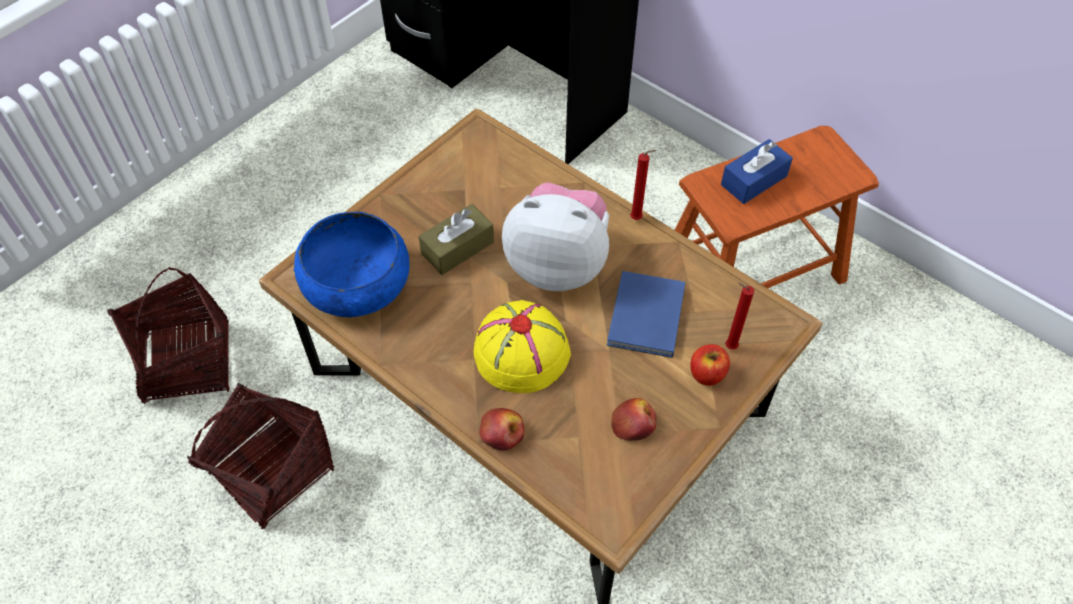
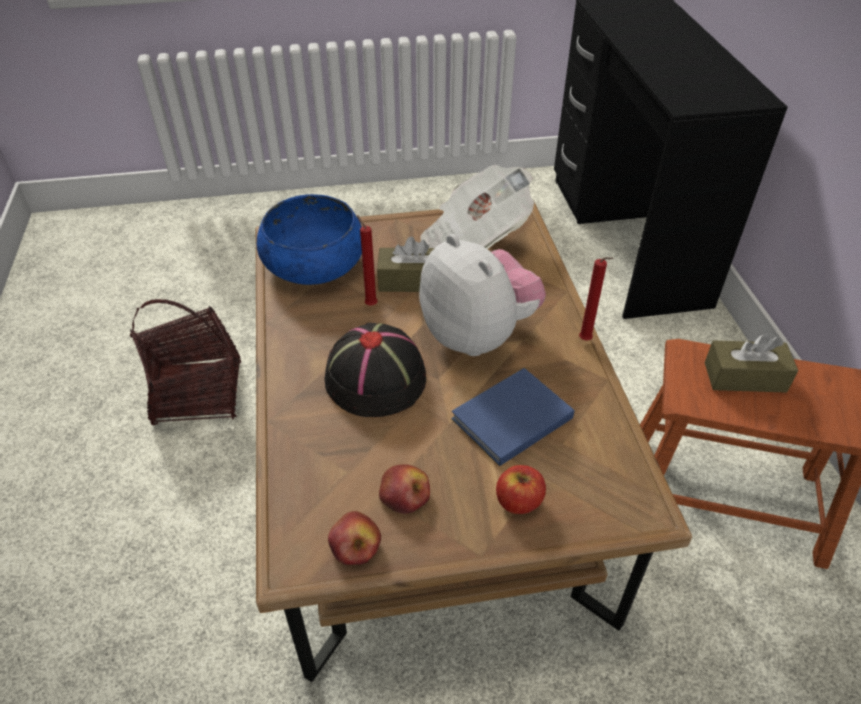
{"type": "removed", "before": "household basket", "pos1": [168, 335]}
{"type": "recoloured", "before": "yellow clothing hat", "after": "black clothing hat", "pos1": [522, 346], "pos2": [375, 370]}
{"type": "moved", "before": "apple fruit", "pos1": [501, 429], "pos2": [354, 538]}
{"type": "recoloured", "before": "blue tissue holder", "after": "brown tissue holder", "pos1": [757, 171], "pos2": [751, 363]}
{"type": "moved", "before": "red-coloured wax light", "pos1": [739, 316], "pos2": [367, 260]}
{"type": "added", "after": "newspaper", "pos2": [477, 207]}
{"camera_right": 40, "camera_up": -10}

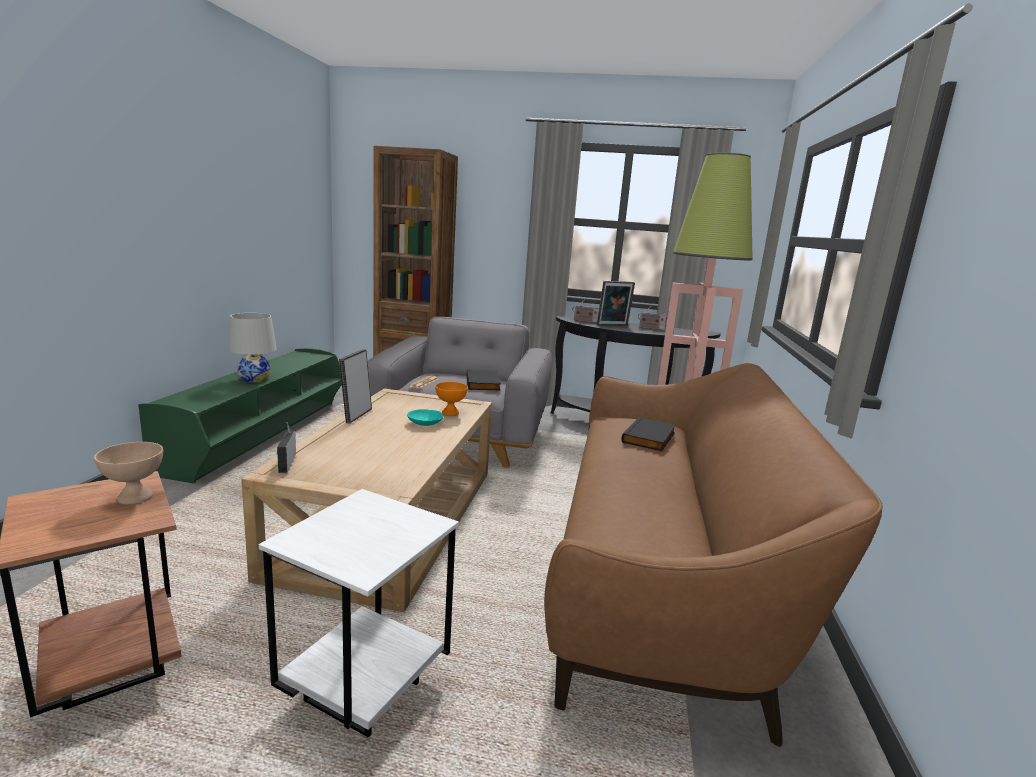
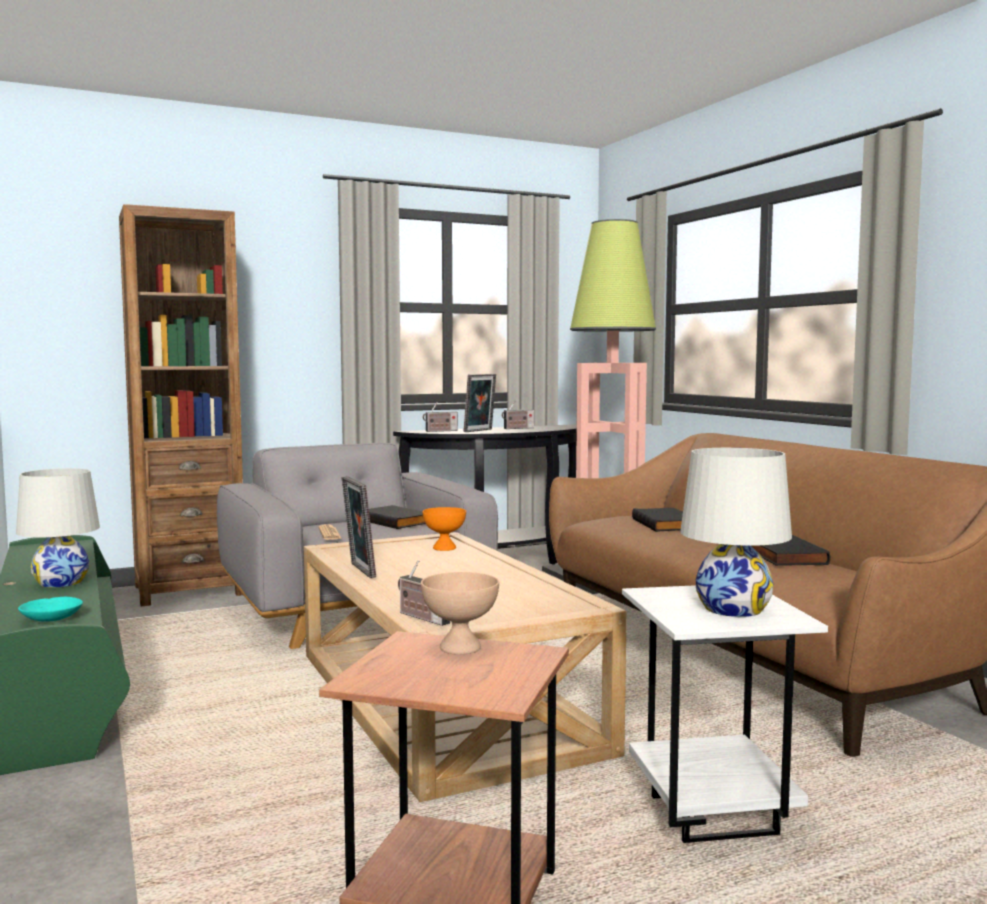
{"type": "moved", "before": "turquoise bowl", "pos1": [425, 417], "pos2": [50, 609]}
{"type": "added", "after": "white tabletop lamp", "pos2": [736, 532]}
{"type": "added", "after": "black volume", "pos2": [791, 550]}
{"camera_right": -35, "camera_up": -10}

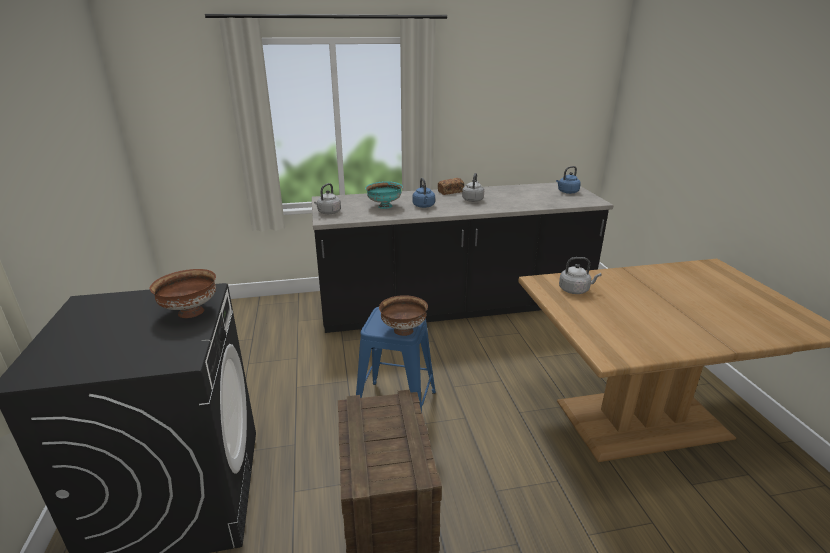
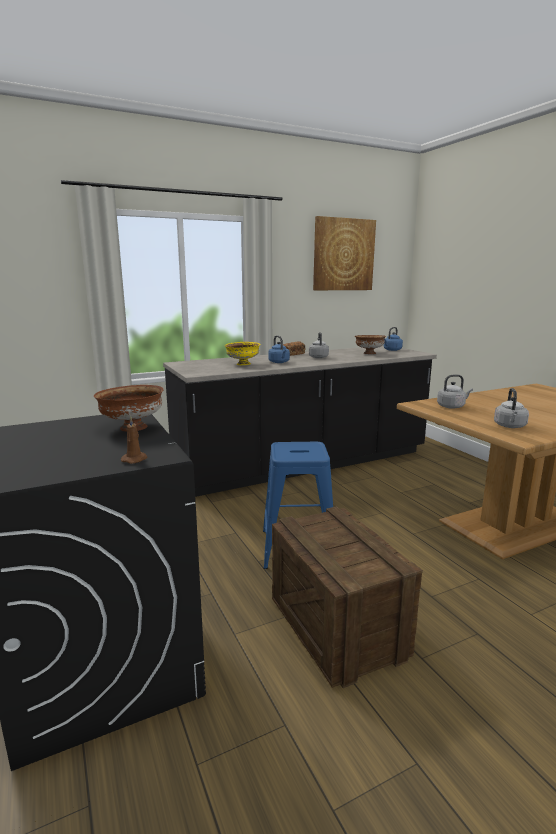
{"type": "moved", "before": "grey water kettle", "pos1": [327, 198], "pos2": [511, 408]}
{"type": "recoloured", "before": "turquoise bowl", "after": "yellow bowl", "pos1": [384, 195], "pos2": [242, 353]}
{"type": "moved", "before": "brown bowl", "pos1": [403, 315], "pos2": [370, 344]}
{"type": "added", "after": "brown wax light", "pos2": [134, 440]}
{"type": "added", "after": "wall picture", "pos2": [344, 253]}
{"camera_right": -15, "camera_up": -10}

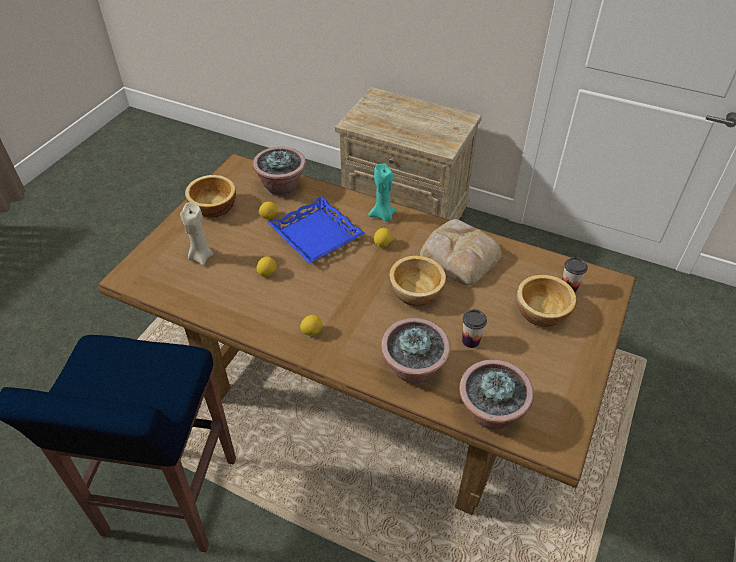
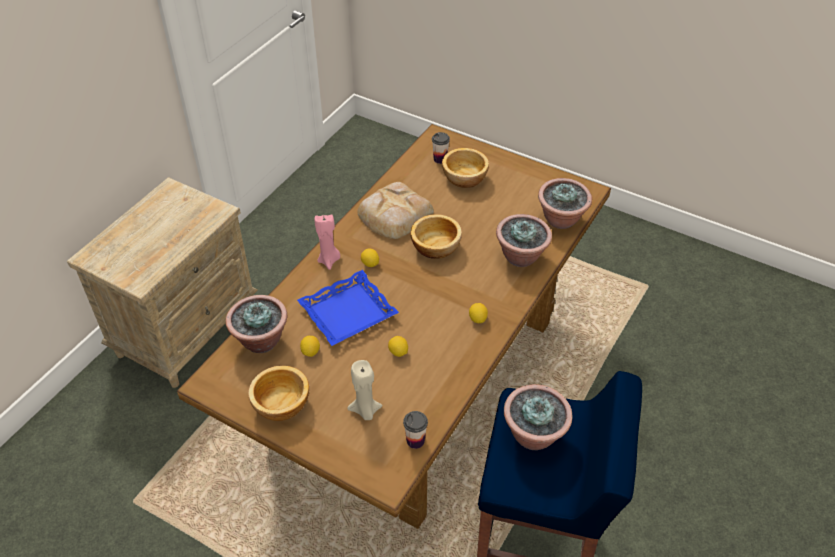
{"type": "recoloured", "before": "turquoise wax light", "after": "pinkish wax light", "pos1": [382, 192], "pos2": [327, 242]}
{"type": "moved", "before": "drinking cup", "pos1": [474, 328], "pos2": [415, 430]}
{"type": "added", "after": "houseplant", "pos2": [538, 417]}
{"camera_right": -85, "camera_up": 0}

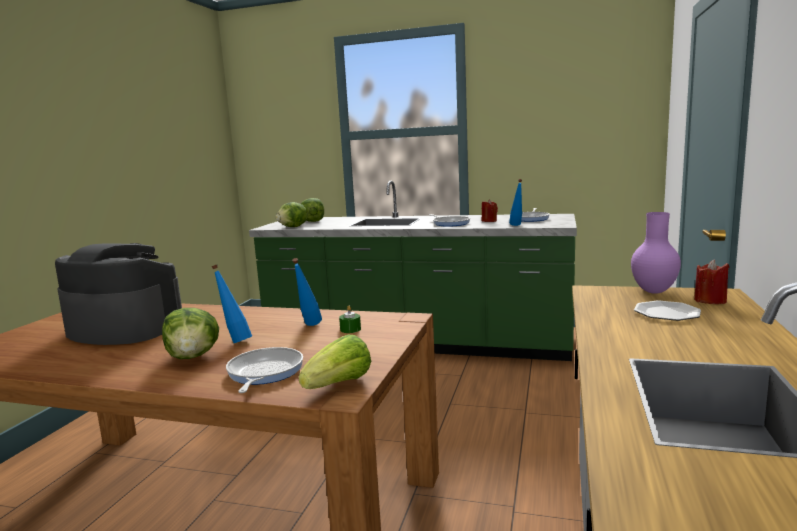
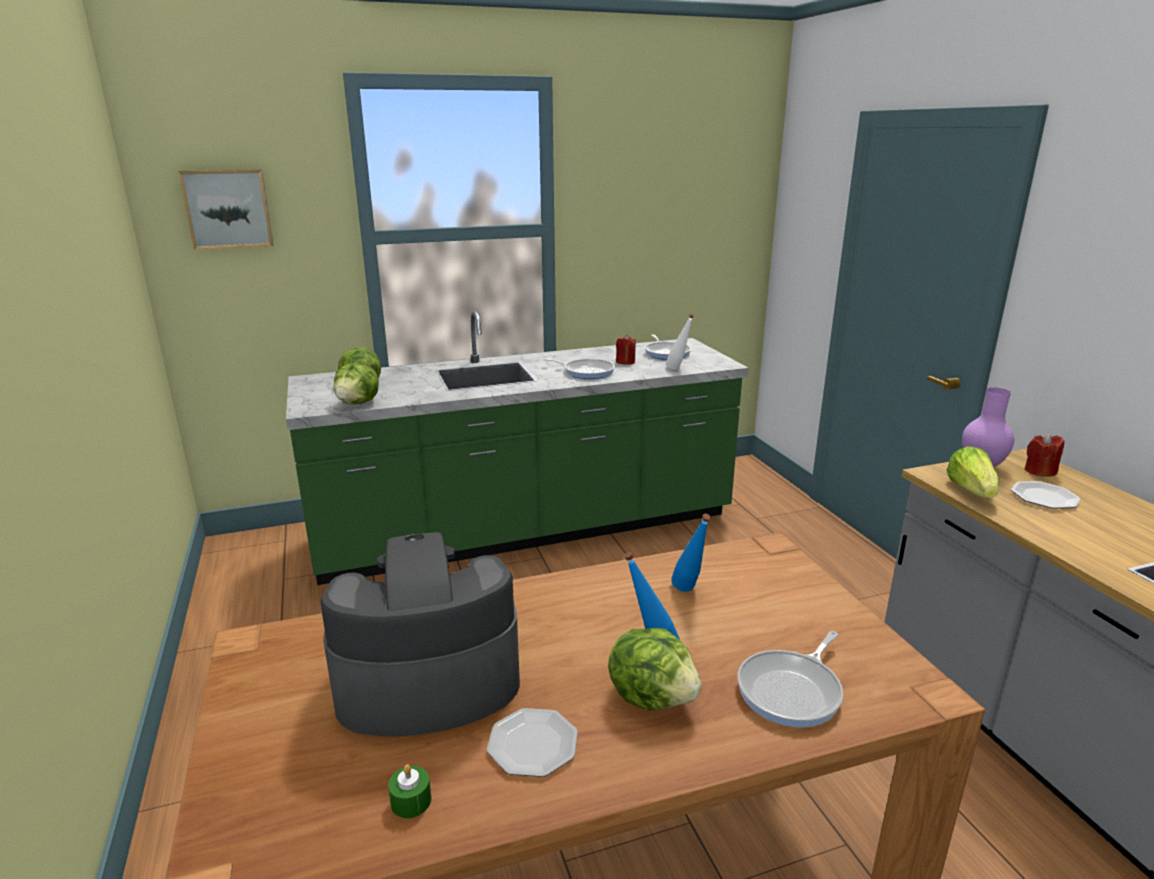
{"type": "turned", "before": "pan", "pos1": [264, 370], "pos2": [790, 679], "turn": -105}
{"type": "moved", "before": "lettuce", "pos1": [335, 362], "pos2": [972, 472]}
{"type": "moved", "before": "green wax light", "pos1": [350, 319], "pos2": [409, 791]}
{"type": "recoloured", "before": "blue bottle", "after": "white bottle", "pos1": [515, 202], "pos2": [680, 342]}
{"type": "added", "after": "wall picture", "pos2": [226, 209]}
{"type": "added", "after": "flat dish", "pos2": [532, 742]}
{"camera_right": -35, "camera_up": 10}

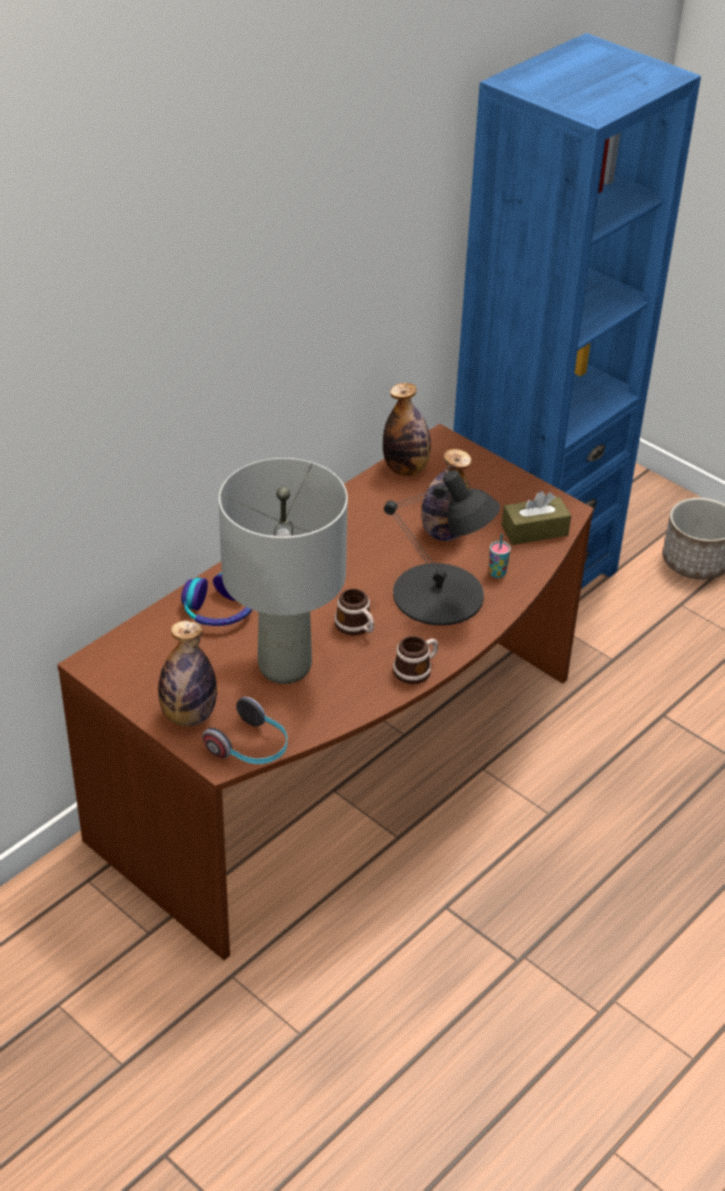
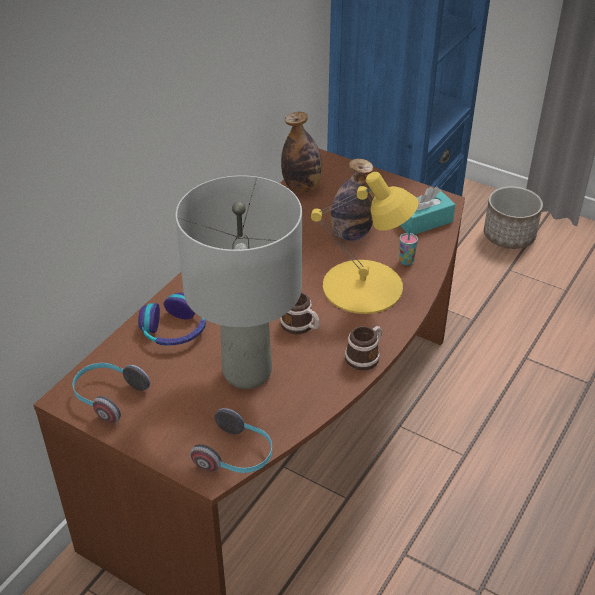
{"type": "removed", "before": "bottle", "pos1": [187, 673]}
{"type": "recoloured", "before": "black tabletop lamp", "after": "yellow tabletop lamp", "pos1": [442, 547], "pos2": [365, 243]}
{"type": "recoloured", "before": "brown tissue holder", "after": "turquoise tissue holder", "pos1": [536, 518], "pos2": [428, 210]}
{"type": "added", "after": "pair of headphones", "pos2": [111, 393]}
{"camera_right": -10, "camera_up": 0}

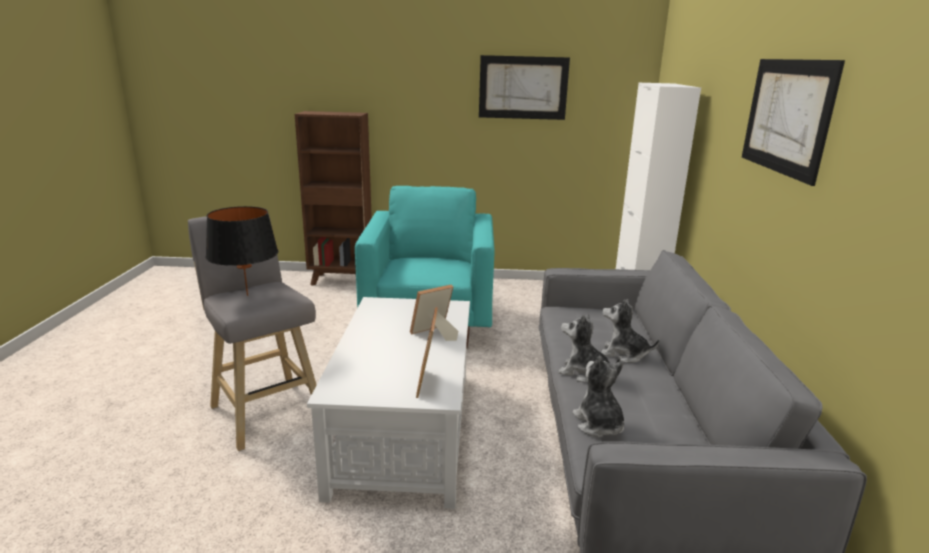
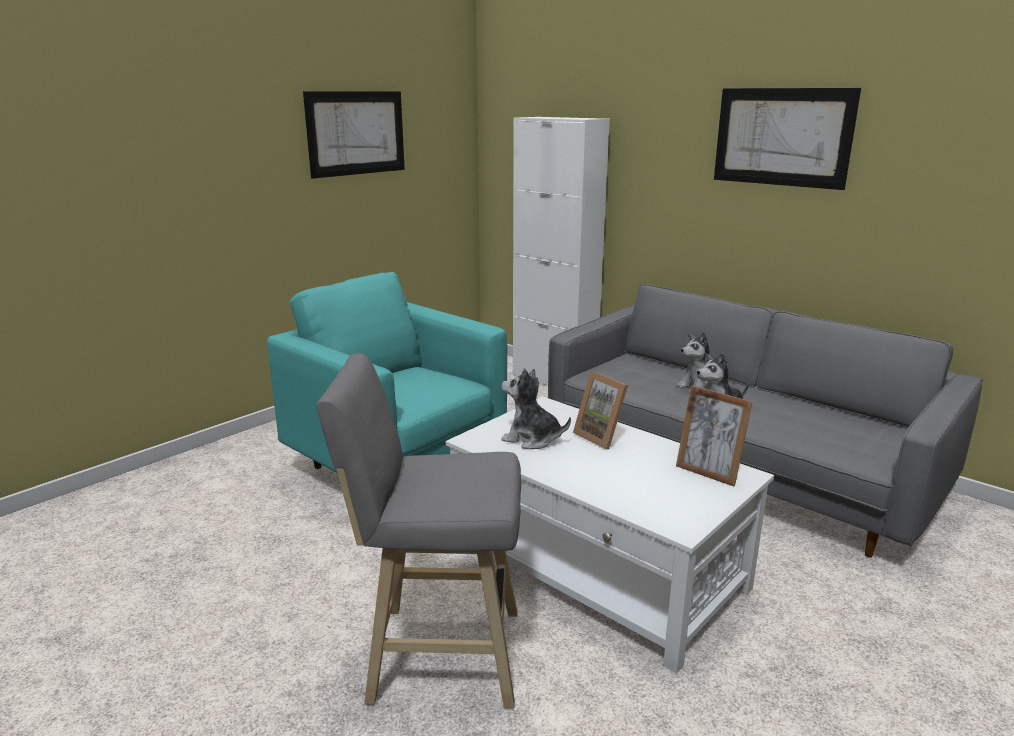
{"type": "removed", "before": "black tabletop lamp", "pos1": [242, 251]}
{"type": "removed", "before": "brown bookshelf", "pos1": [333, 198]}
{"type": "turned", "before": "standing frame", "pos1": [434, 312], "pos2": [600, 410], "turn": -45}
{"type": "moved", "before": "soft toy", "pos1": [598, 396], "pos2": [536, 408]}
{"camera_right": -50, "camera_up": 0}

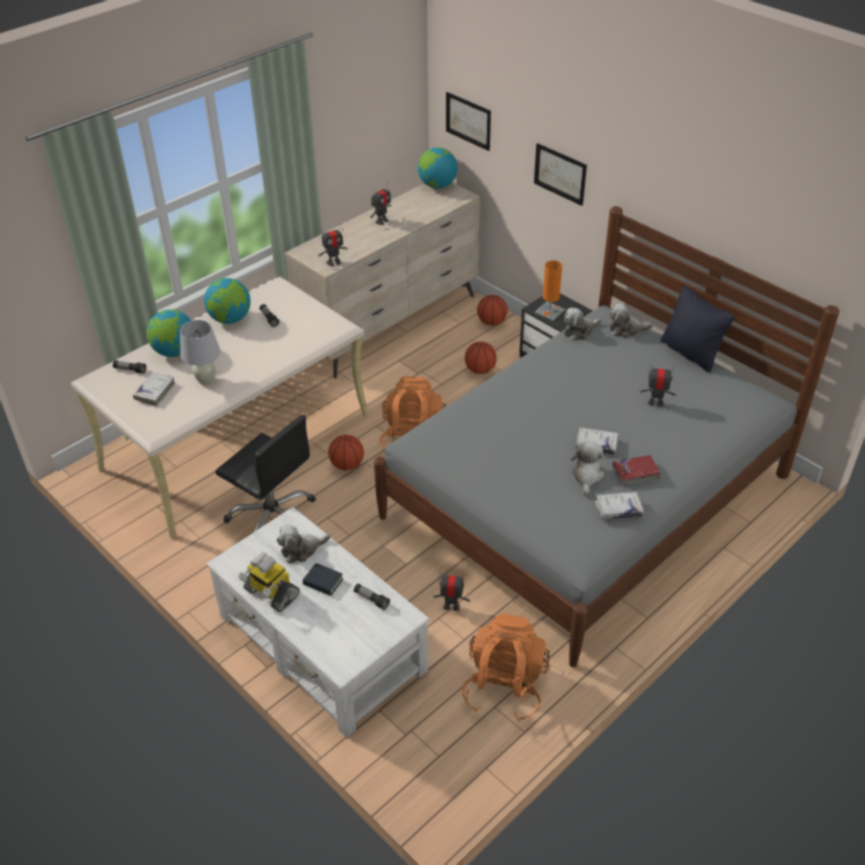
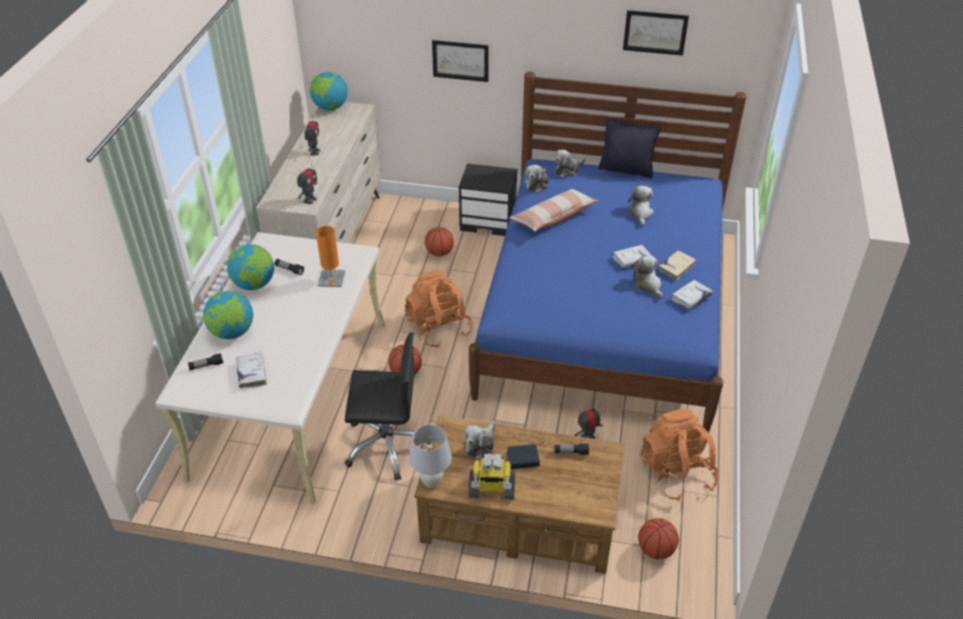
{"type": "moved", "before": "white tabletop lamp", "pos1": [200, 352], "pos2": [430, 456]}
{"type": "recoloured", "before": "white low table", "after": "brown low table", "pos1": [318, 622], "pos2": [519, 495]}
{"type": "recoloured", "before": "grey bed", "after": "blue bed", "pos1": [606, 436], "pos2": [608, 252]}
{"type": "moved", "before": "wall picture", "pos1": [468, 121], "pos2": [656, 33]}
{"type": "moved", "before": "basketball ball", "pos1": [492, 310], "pos2": [658, 538]}
{"type": "moved", "before": "orangey tabletop lamp", "pos1": [550, 290], "pos2": [331, 256]}
{"type": "recoloured", "before": "red-coloured volume", "after": "beige volume", "pos1": [636, 470], "pos2": [677, 266]}
{"type": "replaced", "before": "model robot", "after": "soft toy", "pos1": [658, 385], "pos2": [640, 206]}
{"type": "added", "after": "cushion", "pos2": [553, 210]}
{"camera_right": -35, "camera_up": 0}

